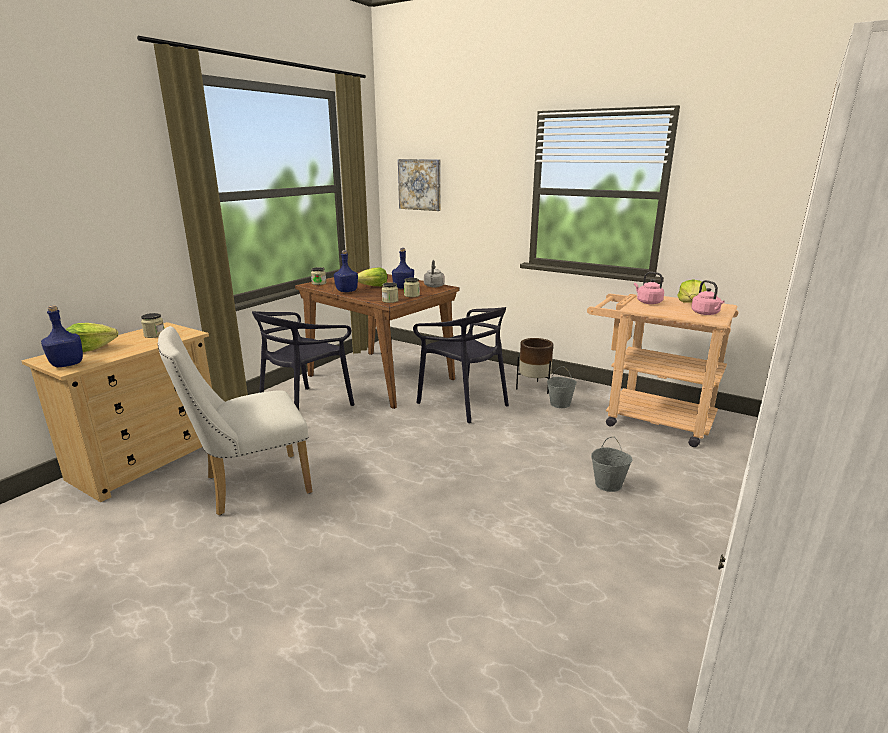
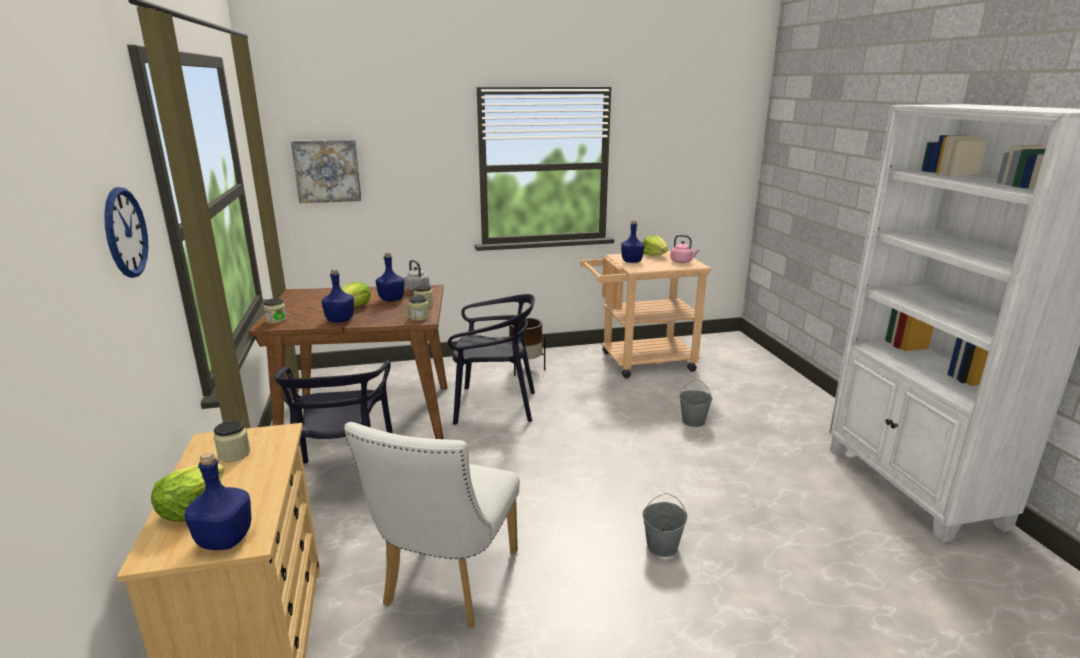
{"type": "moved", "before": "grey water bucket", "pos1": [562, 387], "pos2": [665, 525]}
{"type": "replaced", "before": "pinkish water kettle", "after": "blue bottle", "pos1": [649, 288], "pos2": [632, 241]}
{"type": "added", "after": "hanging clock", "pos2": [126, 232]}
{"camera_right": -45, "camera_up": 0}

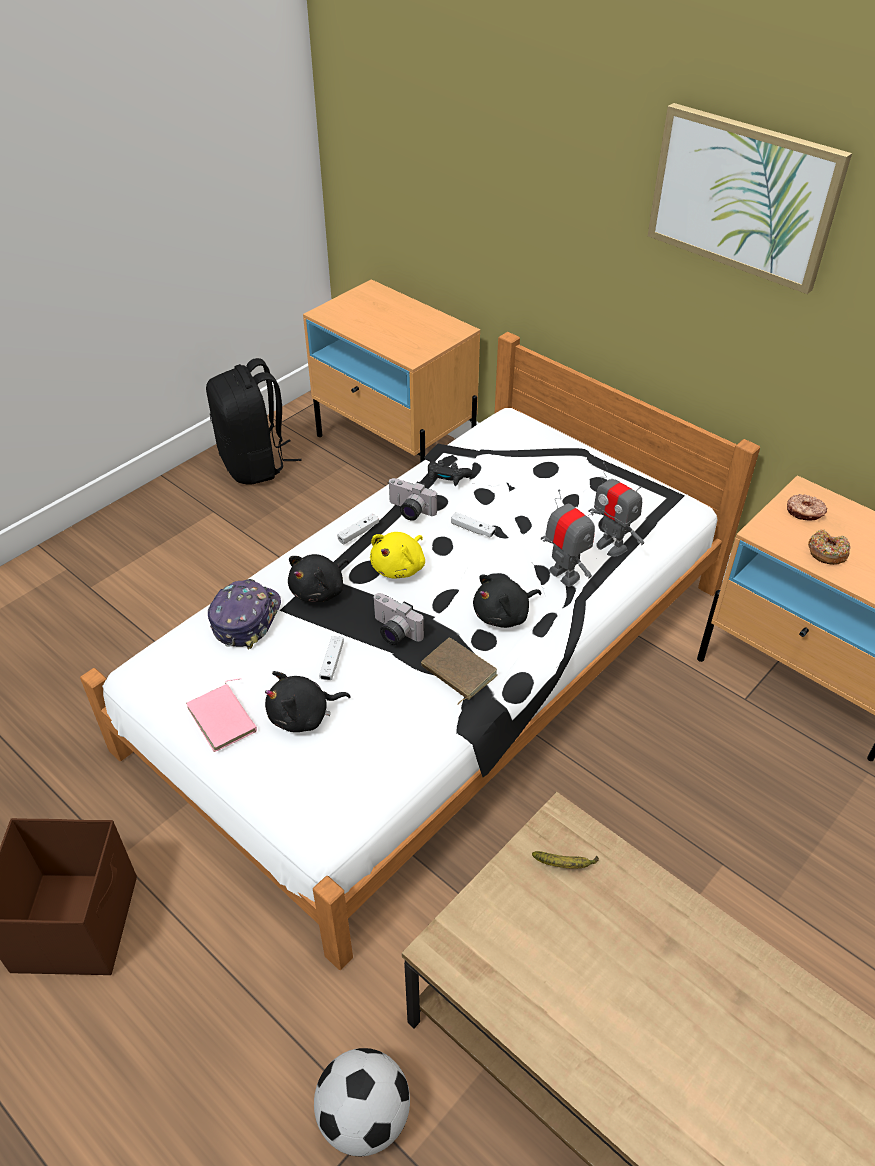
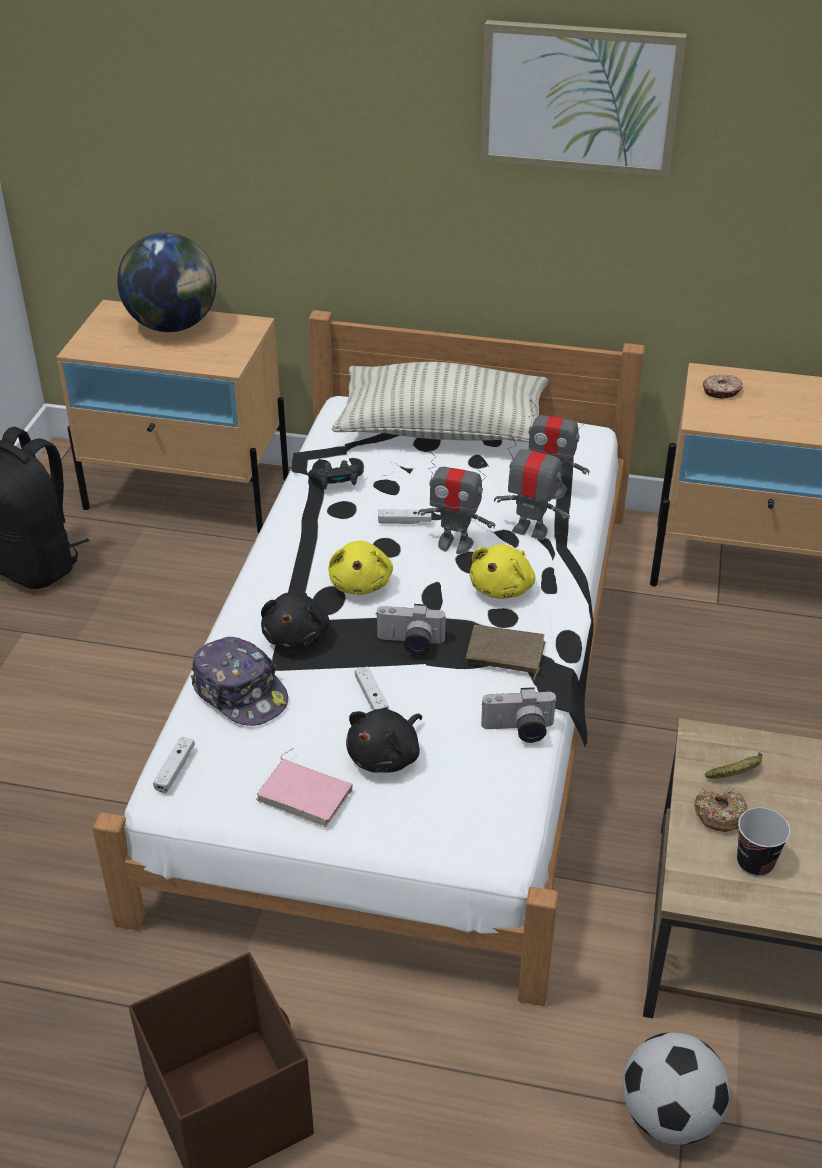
{"type": "turned", "before": "cap", "pos1": [244, 614], "pos2": [239, 681], "turn": 150}
{"type": "moved", "before": "white game controller", "pos1": [358, 528], "pos2": [174, 765]}
{"type": "moved", "before": "photo camera", "pos1": [412, 499], "pos2": [519, 715]}
{"type": "recoloured", "before": "black soft toy", "after": "yellow soft toy", "pos1": [507, 601], "pos2": [502, 571]}
{"type": "moved", "before": "donut", "pos1": [829, 547], "pos2": [720, 809]}
{"type": "added", "after": "desk globe", "pos2": [166, 282]}
{"type": "added", "after": "cushion", "pos2": [440, 402]}
{"type": "added", "after": "model robot", "pos2": [456, 502]}
{"type": "added", "after": "drinking cup", "pos2": [763, 842]}
{"camera_right": -30, "camera_up": -5}

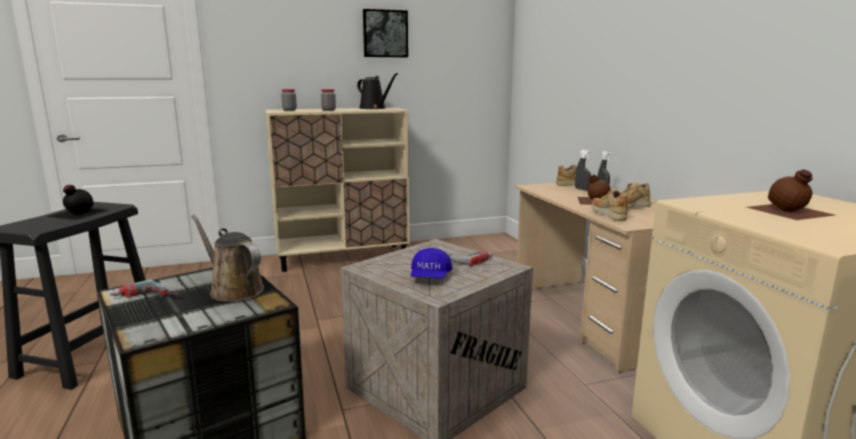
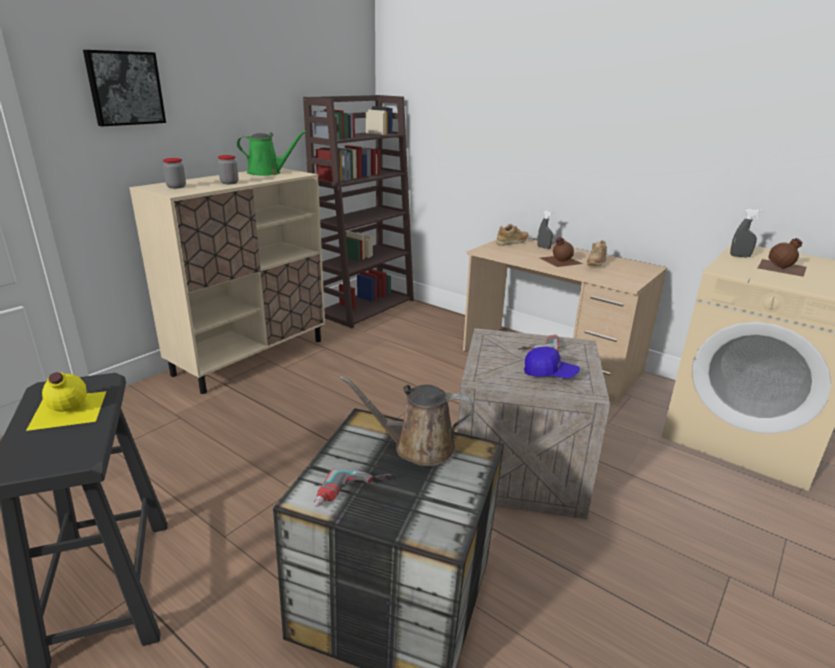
{"type": "recoloured", "before": "black bottle", "after": "yellow bottle", "pos1": [78, 202], "pos2": [66, 401]}
{"type": "recoloured", "before": "black watering can", "after": "green watering can", "pos1": [377, 91], "pos2": [271, 153]}
{"type": "moved", "before": "wall picture", "pos1": [385, 33], "pos2": [124, 88]}
{"type": "turned", "before": "blue cap", "pos1": [431, 263], "pos2": [552, 362], "turn": -45}
{"type": "moved", "before": "grey hand sprayer", "pos1": [583, 170], "pos2": [746, 233]}
{"type": "removed", "before": "beige item of footwear", "pos1": [609, 205]}
{"type": "added", "after": "brown bookshelf", "pos2": [358, 211]}
{"camera_right": -35, "camera_up": 10}

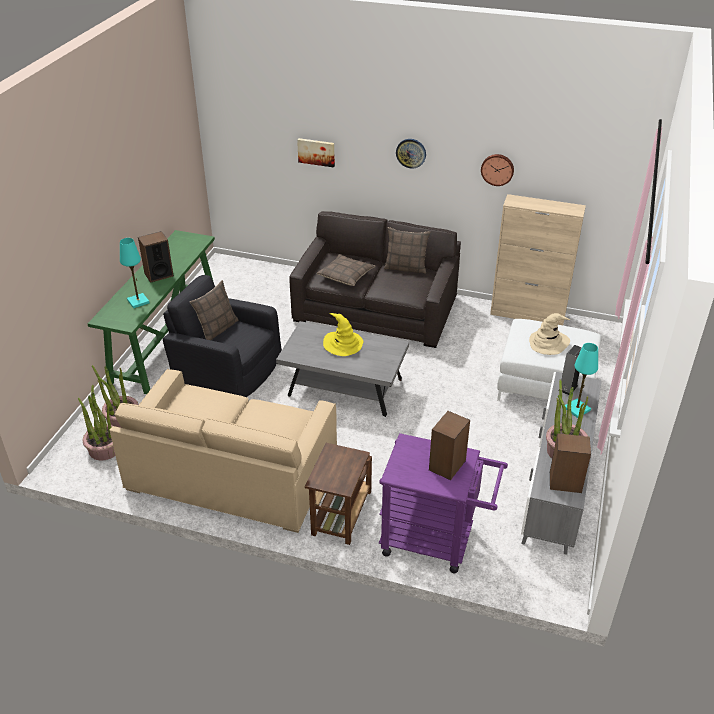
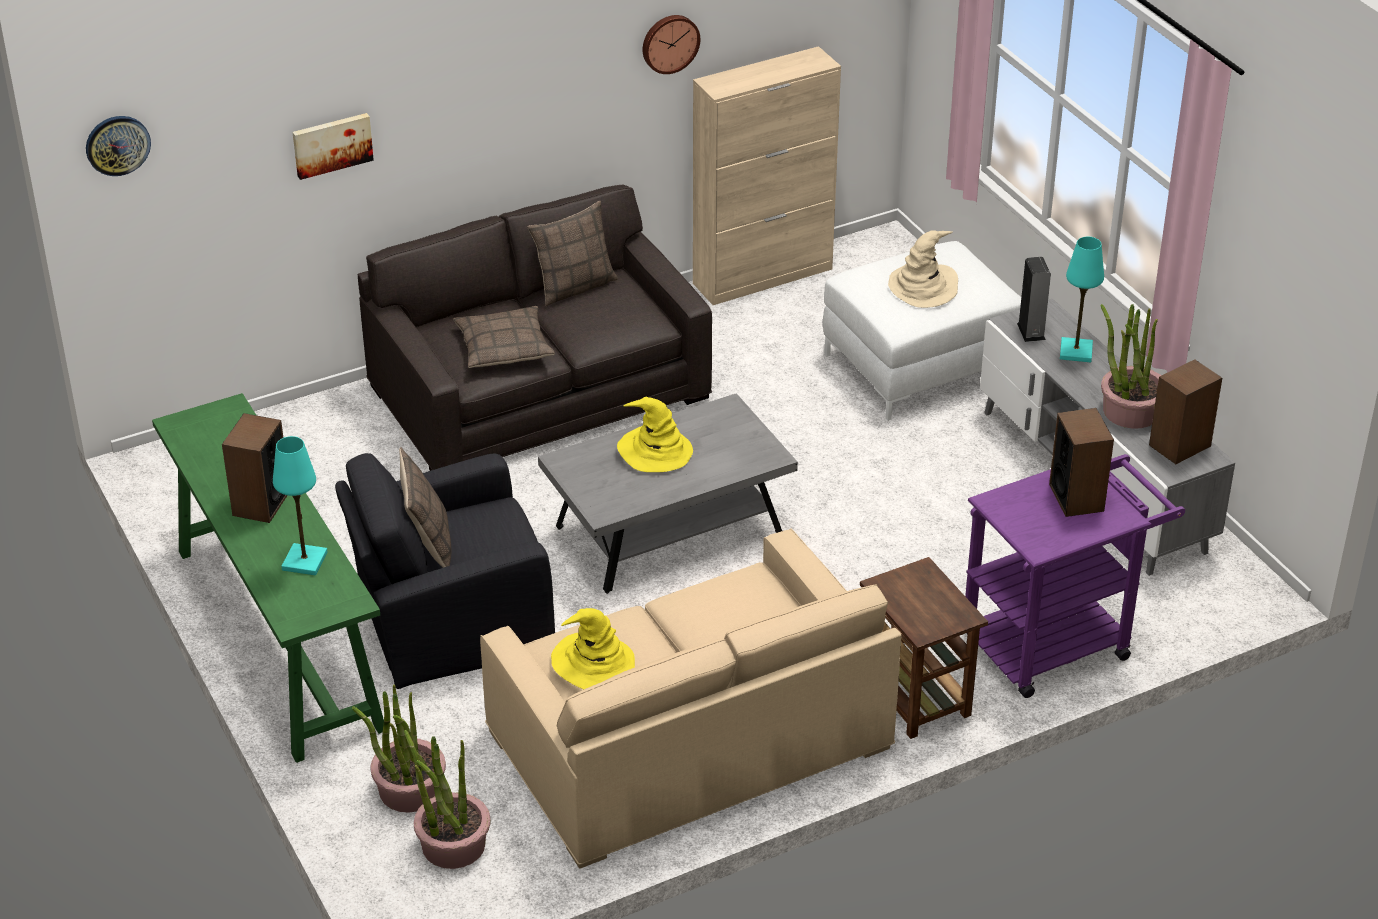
{"type": "moved", "before": "hanging clock", "pos1": [411, 154], "pos2": [118, 146]}
{"type": "added", "after": "yellow clothing hat", "pos2": [593, 648]}
{"camera_right": -45, "camera_up": 0}

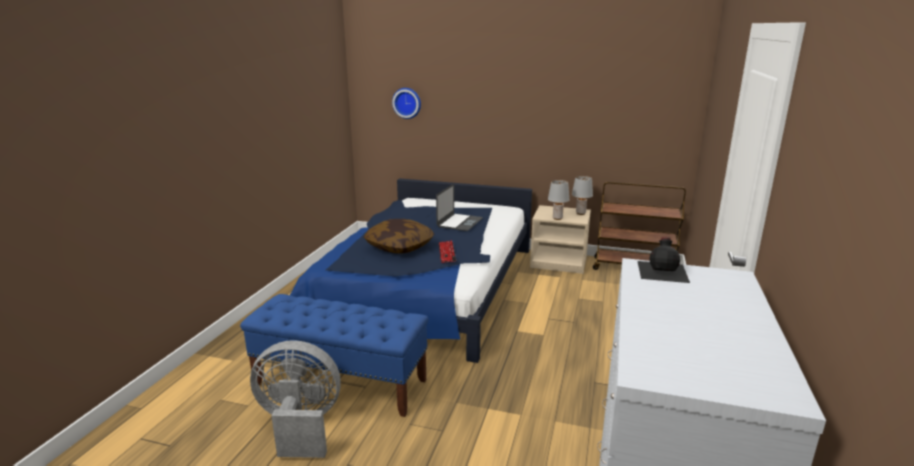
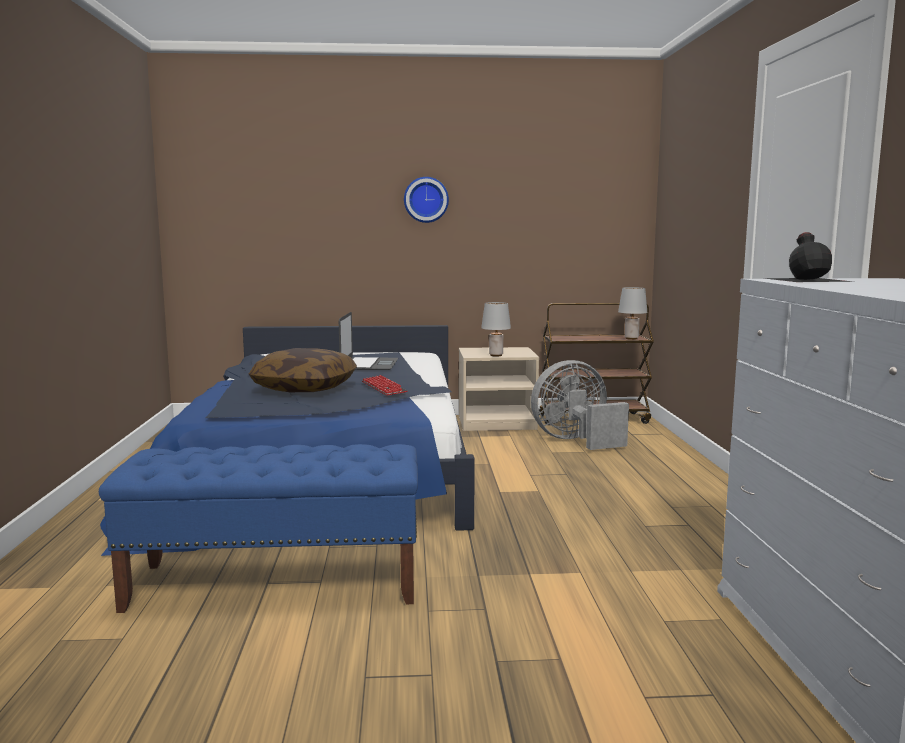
{"type": "moved", "before": "grey cooling fan", "pos1": [295, 399], "pos2": [580, 405]}
{"type": "moved", "before": "hanging clock", "pos1": [406, 103], "pos2": [426, 200]}
{"type": "moved", "before": "grey tabletop lamp", "pos1": [582, 195], "pos2": [632, 313]}
{"camera_right": -20, "camera_up": -10}

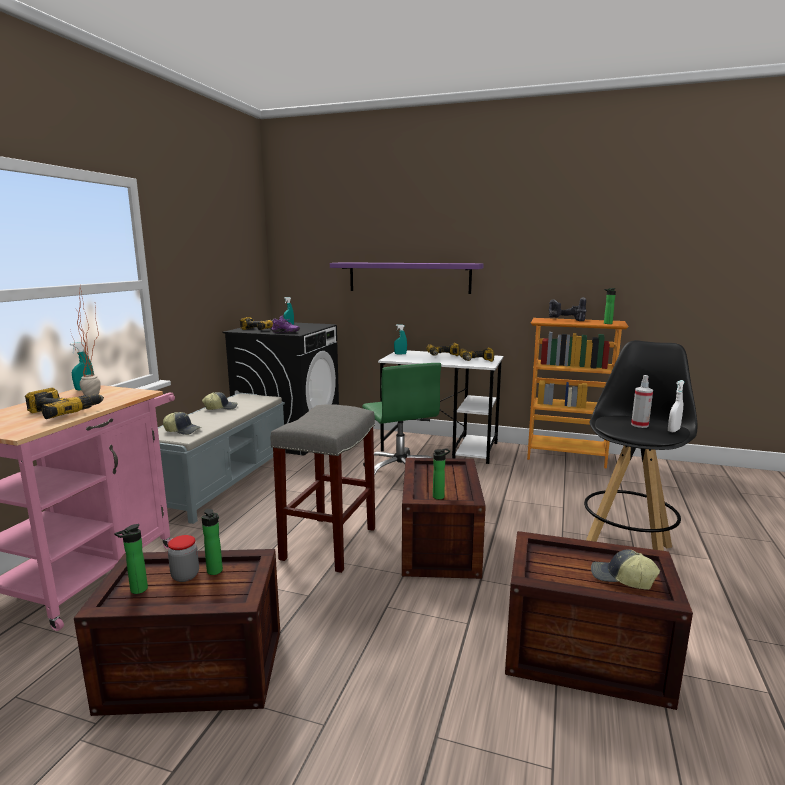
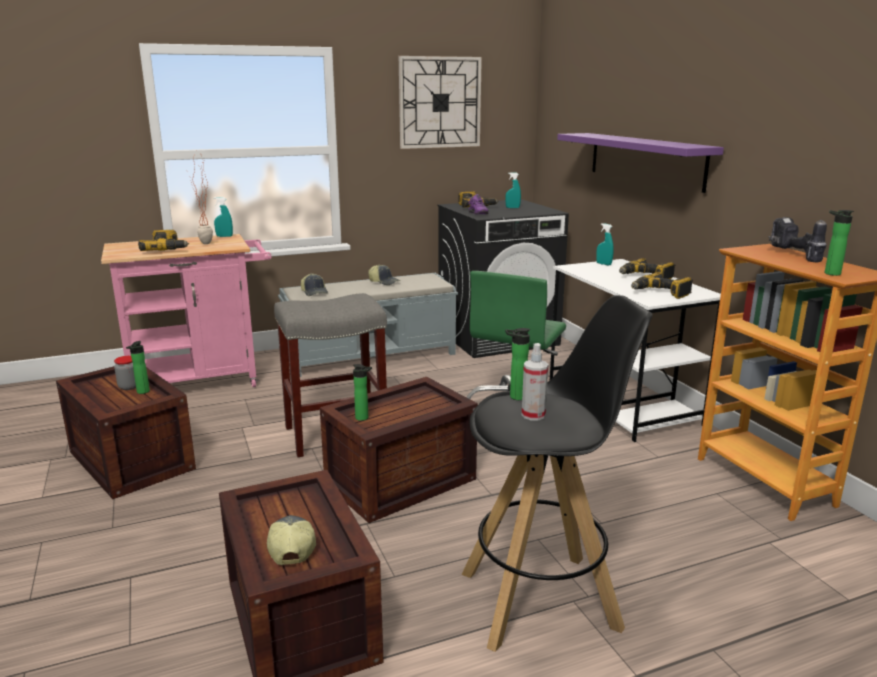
{"type": "moved", "before": "bottle", "pos1": [131, 559], "pos2": [517, 364]}
{"type": "removed", "before": "white hand sprayer", "pos1": [676, 406]}
{"type": "added", "after": "hanging clock", "pos2": [440, 102]}
{"camera_right": 50, "camera_up": 5}

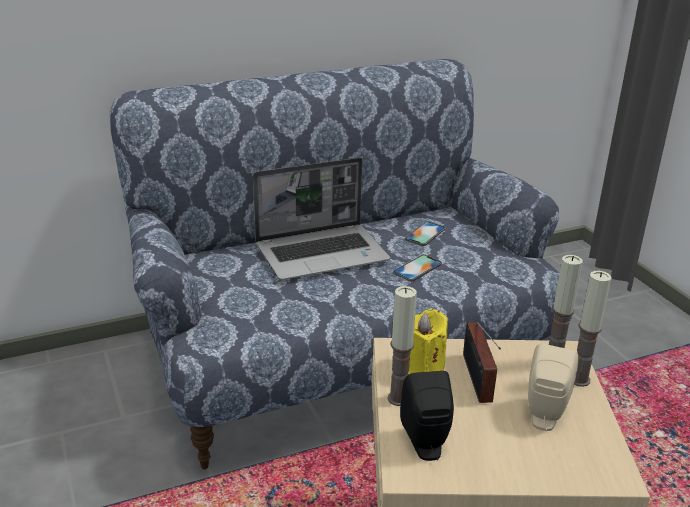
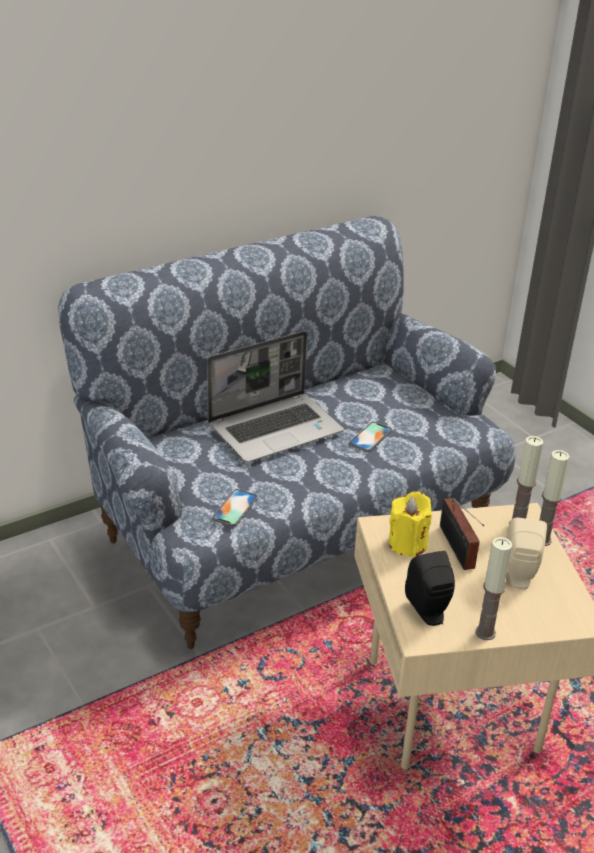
{"type": "moved", "before": "wax light", "pos1": [402, 346], "pos2": [493, 588]}
{"type": "moved", "before": "handset", "pos1": [425, 233], "pos2": [235, 508]}
{"camera_right": -10, "camera_up": 5}

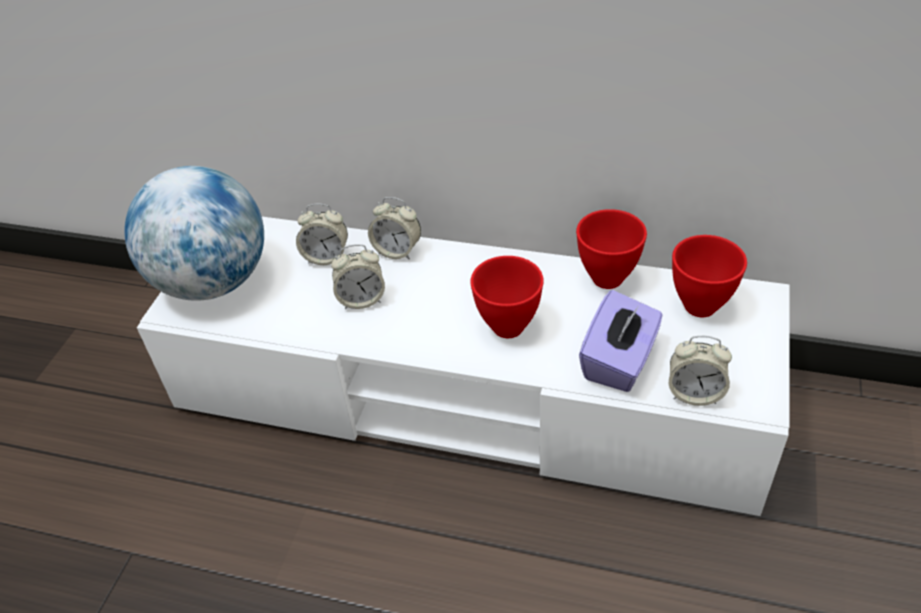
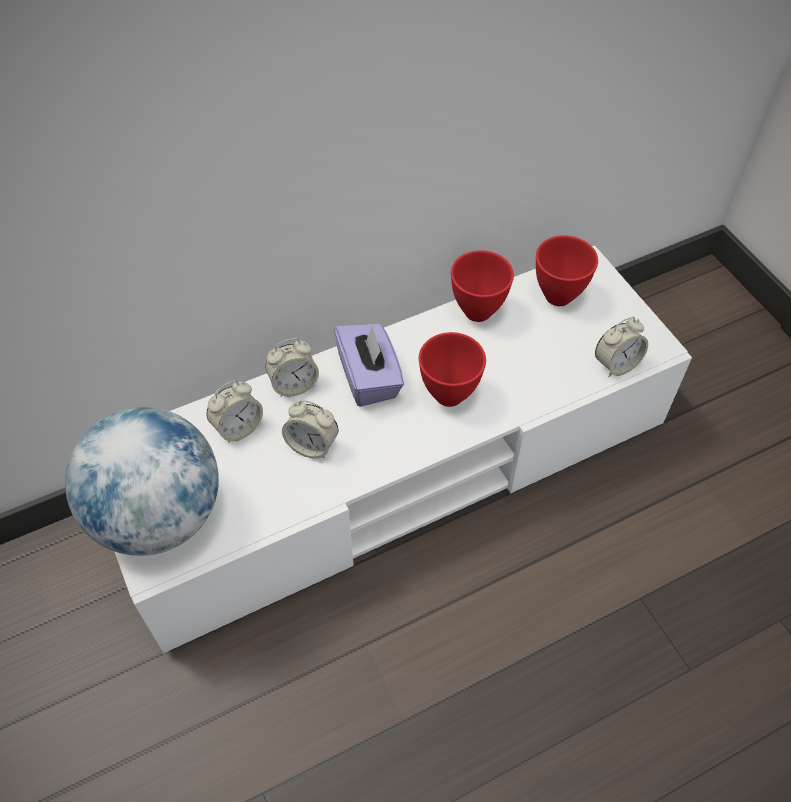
{"type": "turned", "before": "alarm clock", "pos1": [358, 277], "pos2": [310, 429], "turn": 75}
{"type": "moved", "before": "purple tissue holder", "pos1": [620, 341], "pos2": [369, 365]}
{"camera_right": -45, "camera_up": 10}

